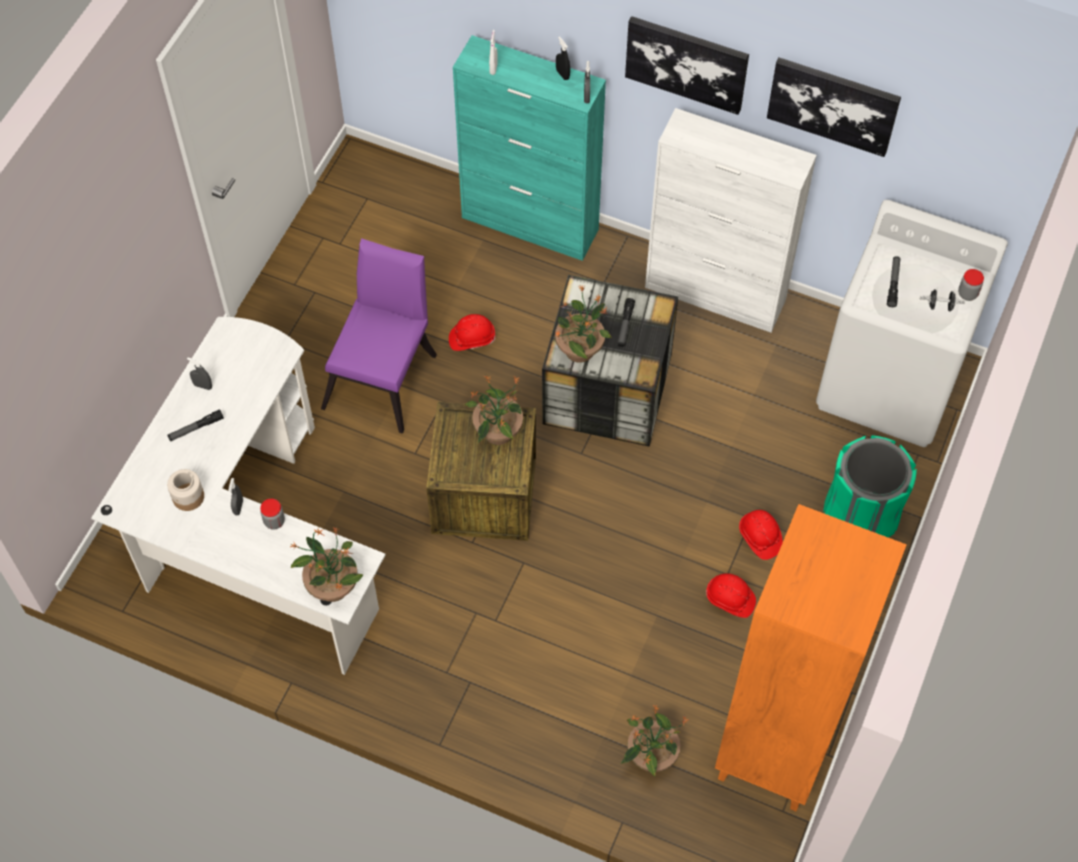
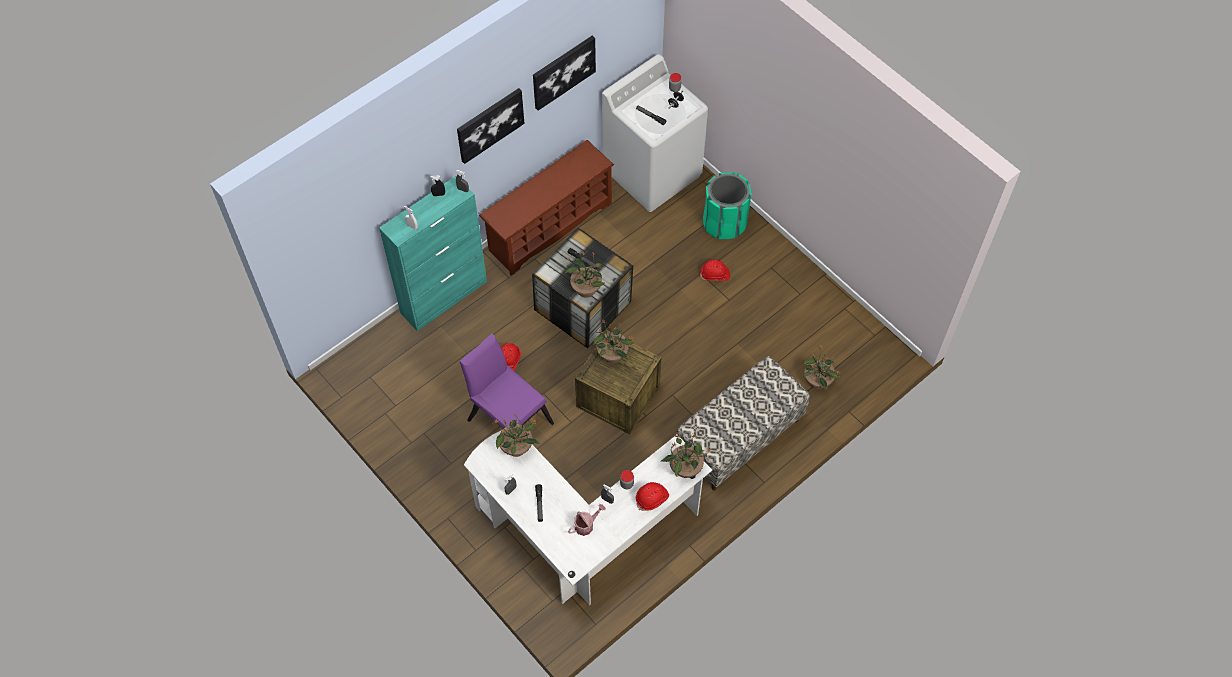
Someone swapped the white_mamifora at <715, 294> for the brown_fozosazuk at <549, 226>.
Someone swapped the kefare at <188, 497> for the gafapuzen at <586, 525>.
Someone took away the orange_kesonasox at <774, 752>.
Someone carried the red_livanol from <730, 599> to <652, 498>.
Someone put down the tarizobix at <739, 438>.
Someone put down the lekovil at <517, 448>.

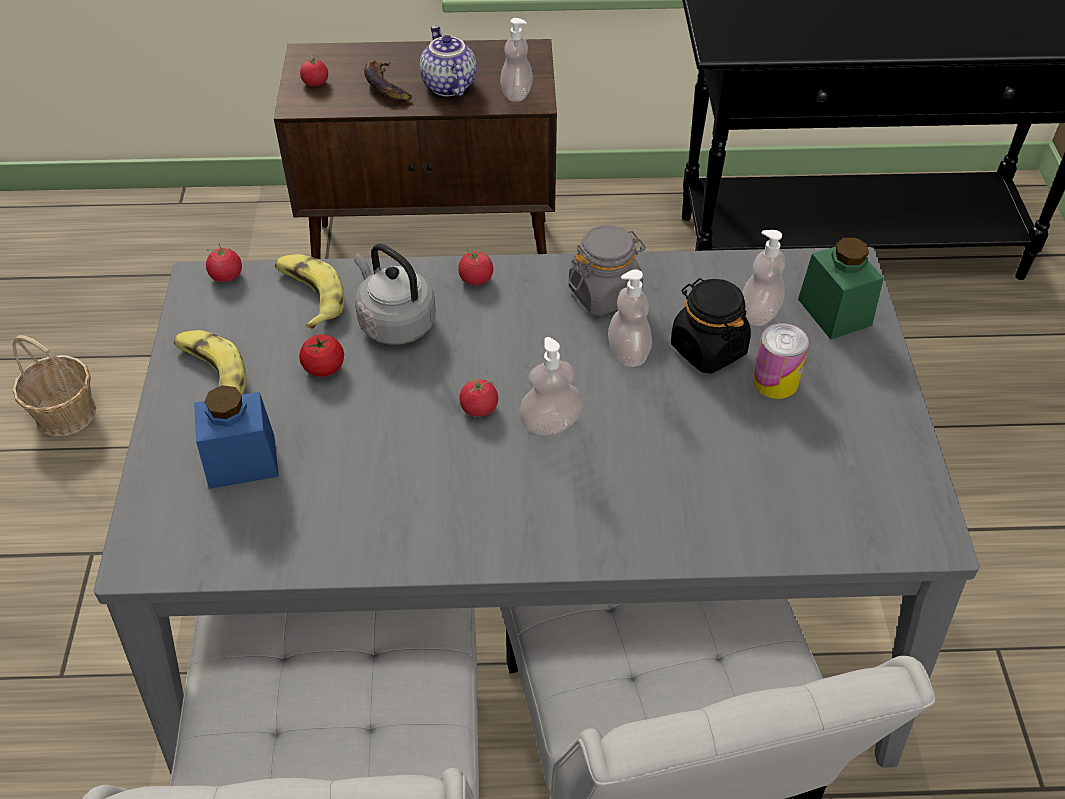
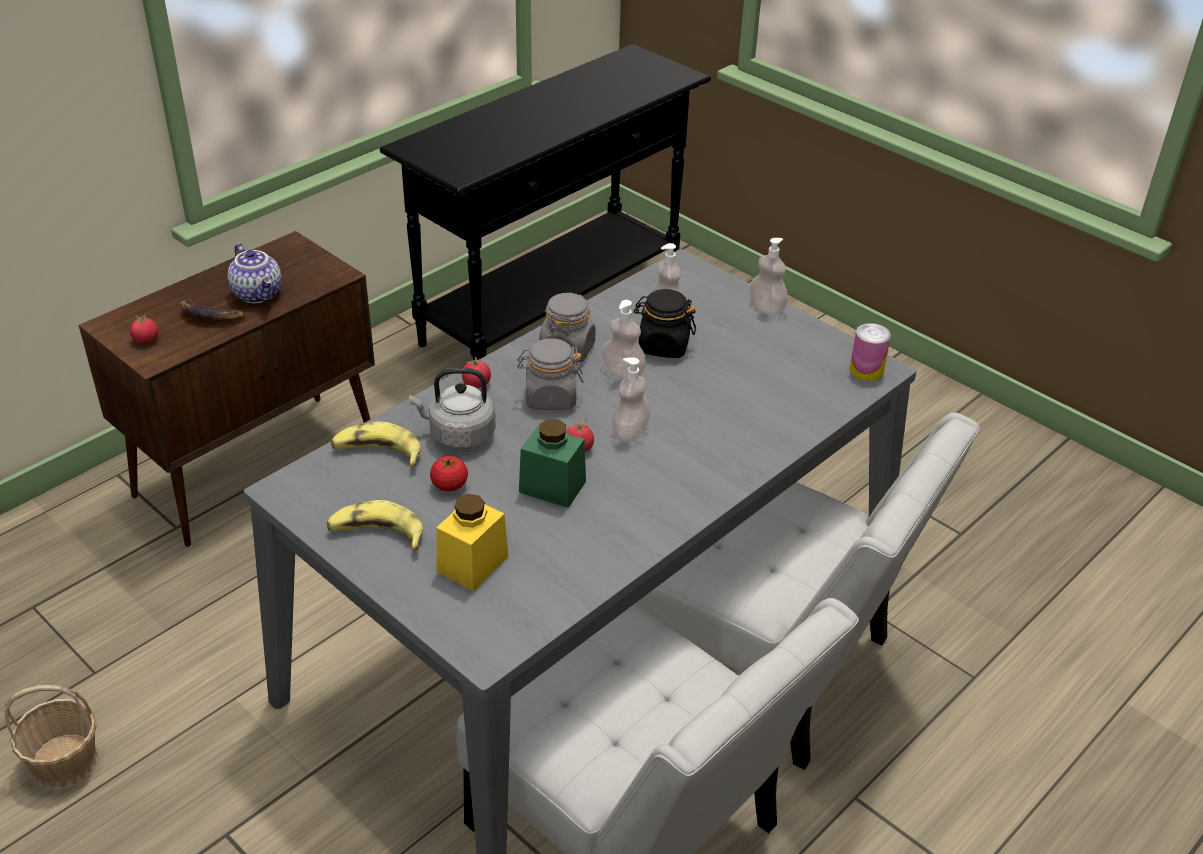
Someone carried the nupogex from <516, 93> to <766, 307>.
Someone rotated the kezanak at <447, 85> by 150 degrees counterclockwise.
Someone carried the green_kefare from <834, 312> to <552, 486>.
Someone took away the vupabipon at <226, 276>.
Someone carried the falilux from <775, 381> to <866, 370>.
Someone repainted the blue_kefare at <242, 461>, which became the yellow_kefare at <472, 564>.
Someone put down the grey_kefare at <550, 397>.

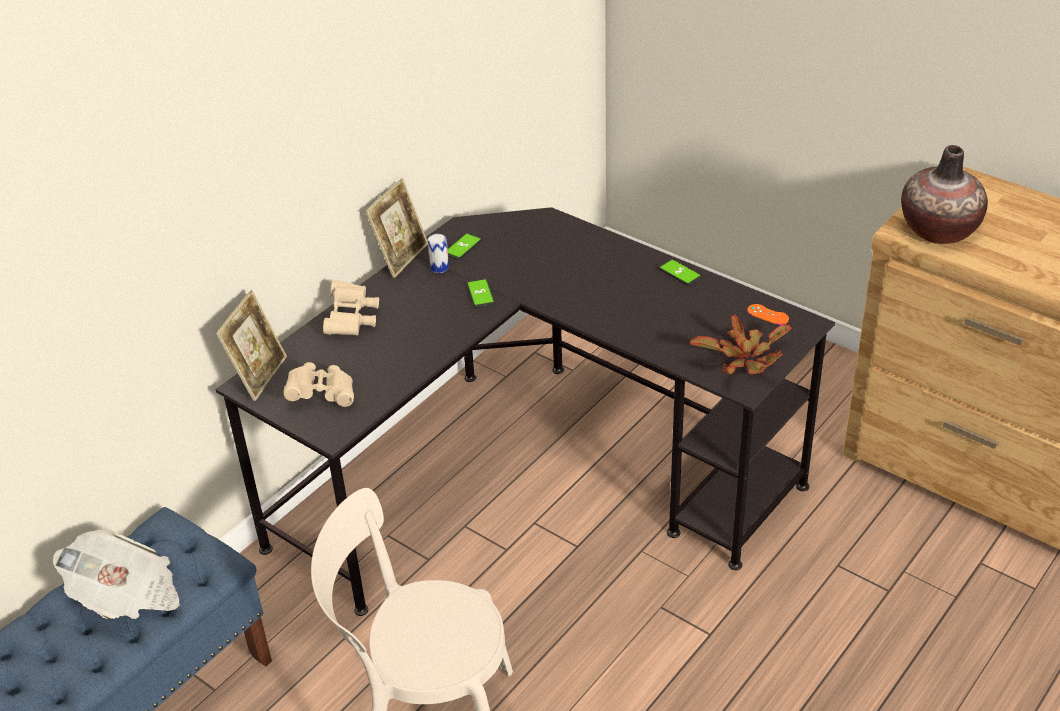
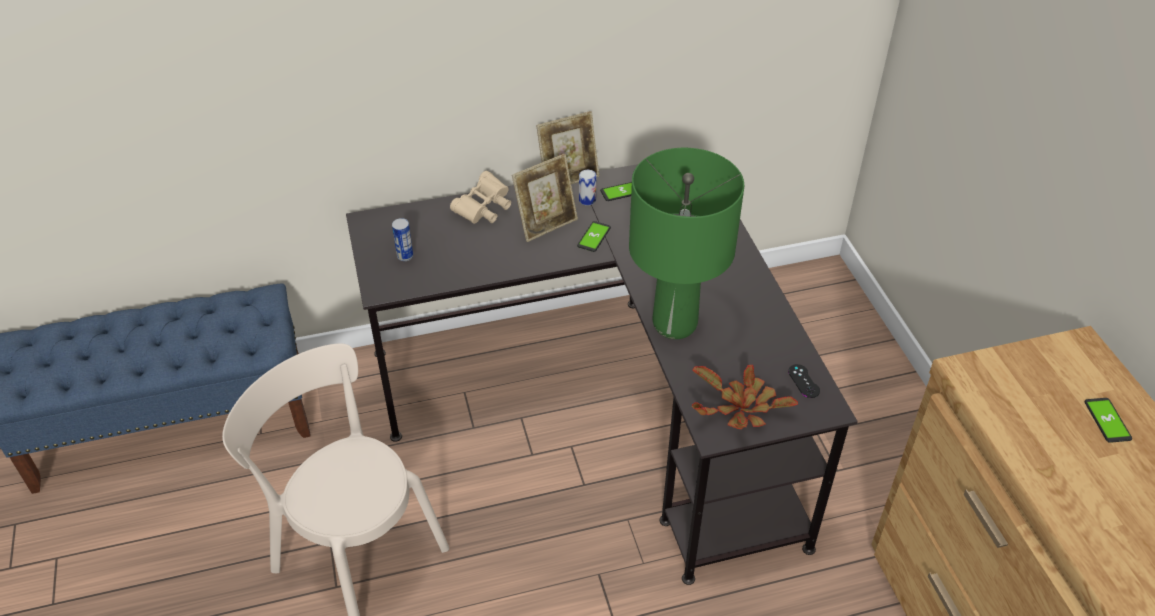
Someone took away the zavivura at <938, 230>.
Someone carried the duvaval from <680, 273> to <1107, 420>.
Someone carried the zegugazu from <259, 376> to <546, 224>.
Someone repainted the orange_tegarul at <768, 315>, which became the black_tegarul at <803, 381>.
Someone swapped the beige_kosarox at <322, 394> for the falilux at <405, 256>.
Someone took away the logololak at <127, 596>.
Someone put down the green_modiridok at <674, 323>.

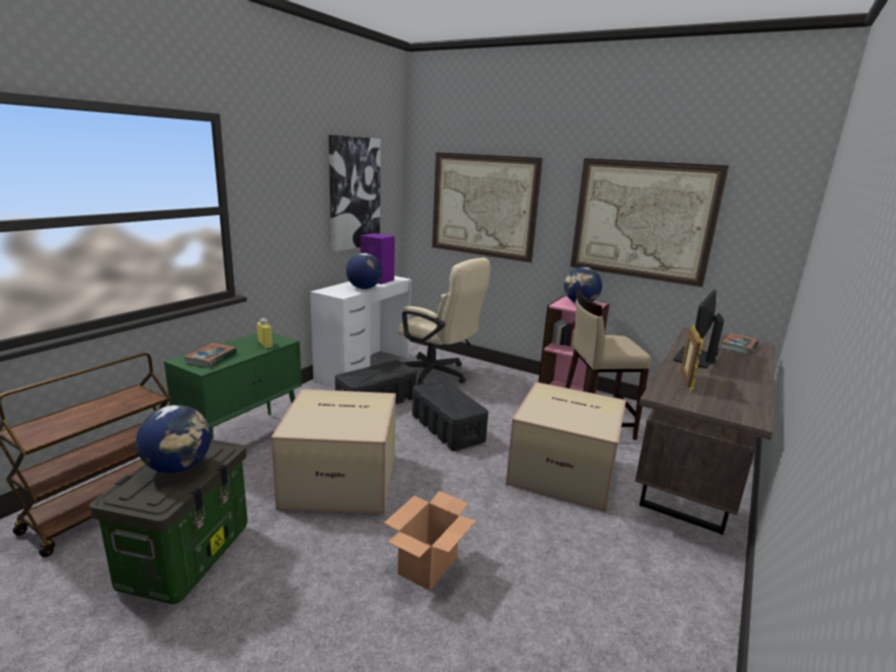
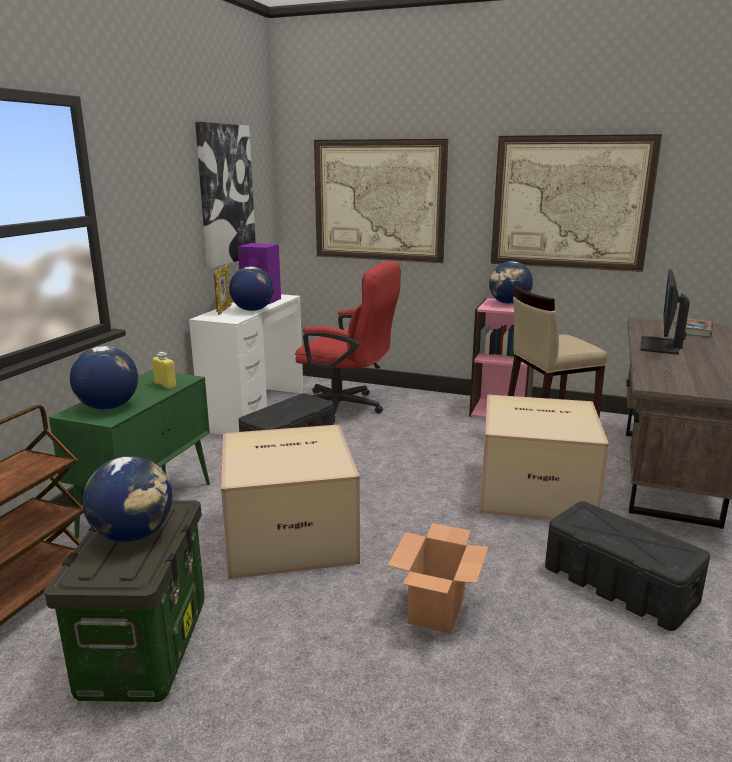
Someone repainted the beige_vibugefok at <437, 375>, which became the red_vibugefok at <346, 407>.
Someone carried the zegugazu from <685, 382> to <224, 310>.
Someone swapped the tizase at <211, 358> for the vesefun at <108, 407>.
Someone carried the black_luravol from <447, 428> to <620, 585>.

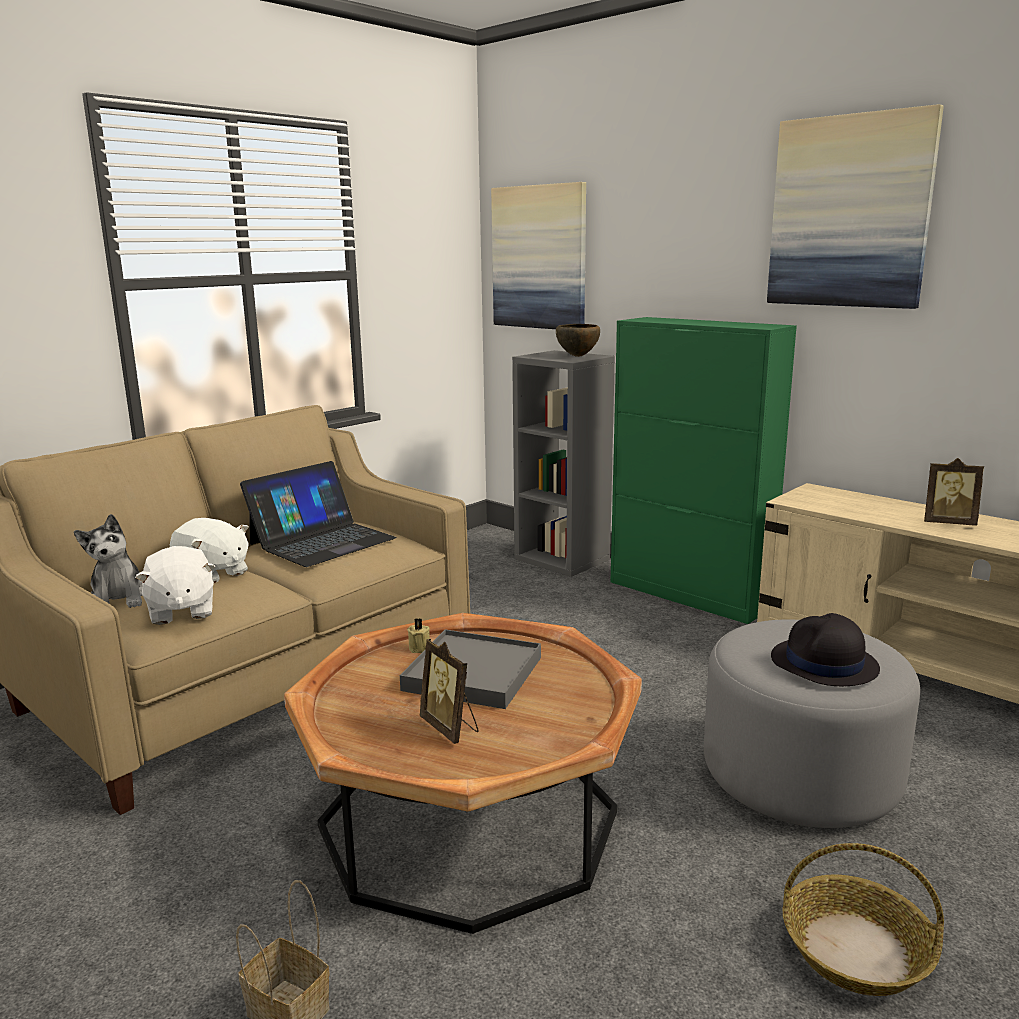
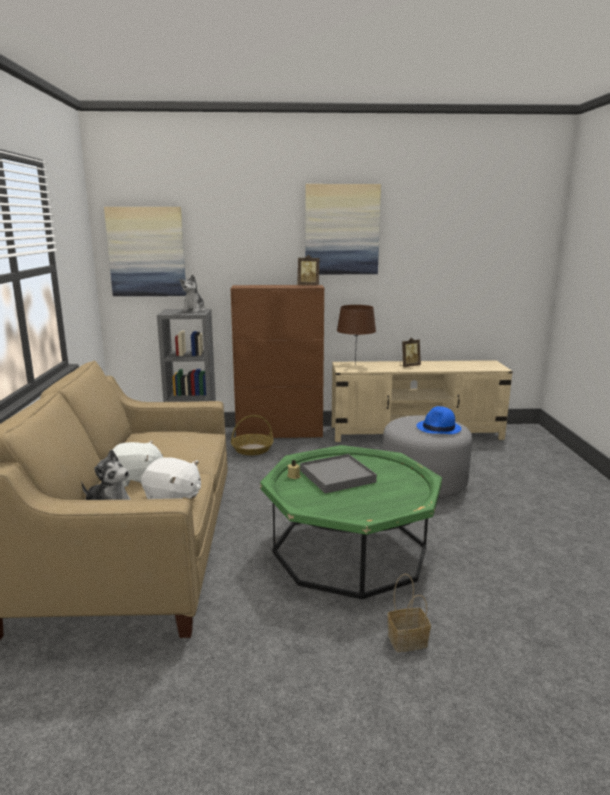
Someone repainted the green_mamifora at <689, 595>, which became the brown_mamifora at <280, 433>.
Someone swapped the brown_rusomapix at <578, 356> for the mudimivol at <194, 311>.
Someone took away the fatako at <322, 541>.
Someone repainted the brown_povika at <469, 819>, which became the green_povika at <350, 550>.
Someone repainted the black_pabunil at <824, 664>, which became the blue_pabunil at <438, 428>.
Someone carried the zegugazu from <450, 728> to <308, 286>.
Someone carried the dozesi from <856, 950> to <252, 449>.
Someone put down the brown_modiridok at <355, 365>.

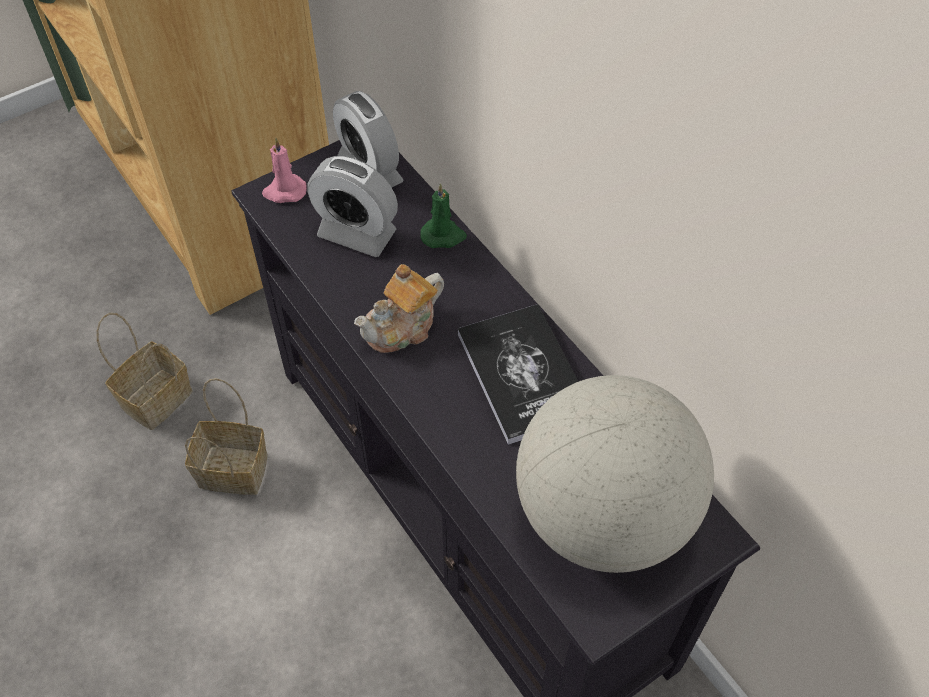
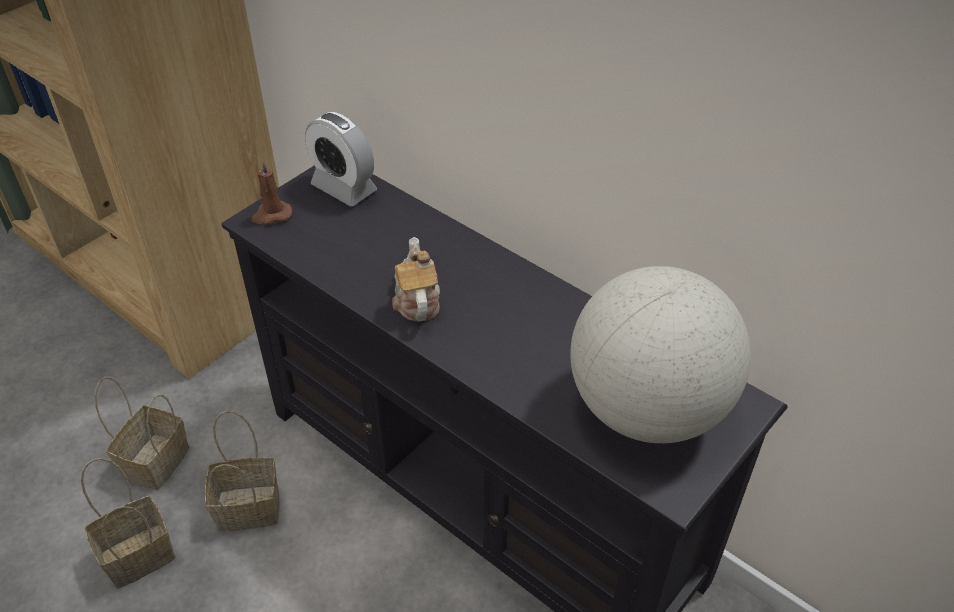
Someone repainted the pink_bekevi at <284, 191>, which became the brown_bekevi at <271, 215>.
Someone took away the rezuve at <357, 234>.
Someone took away the green_bekevi at <443, 235>.
Someone rotated the kezanak at <402, 328> by 135 degrees clockwise.
Someone took away the tizase at <523, 374>.
Someone put down the dozesi at <140, 553>.

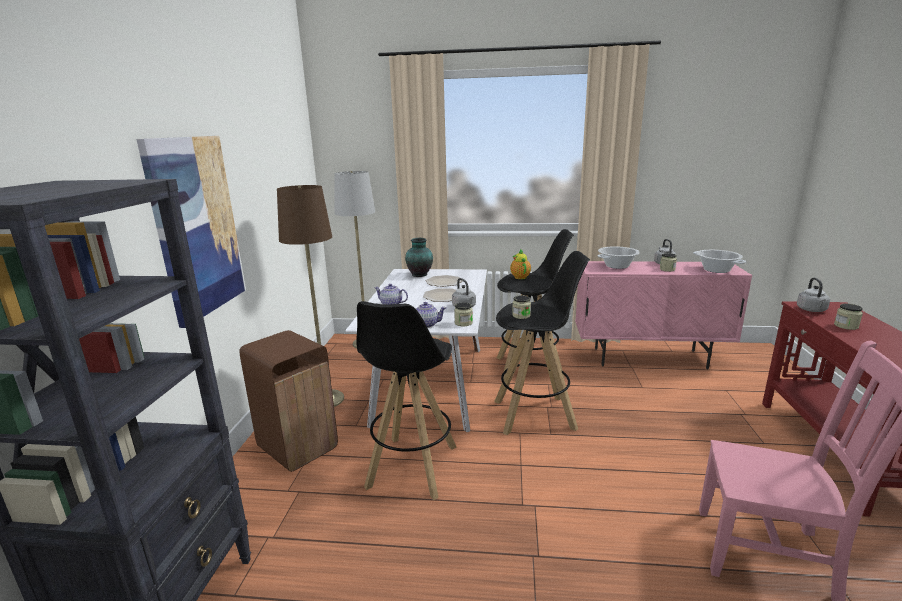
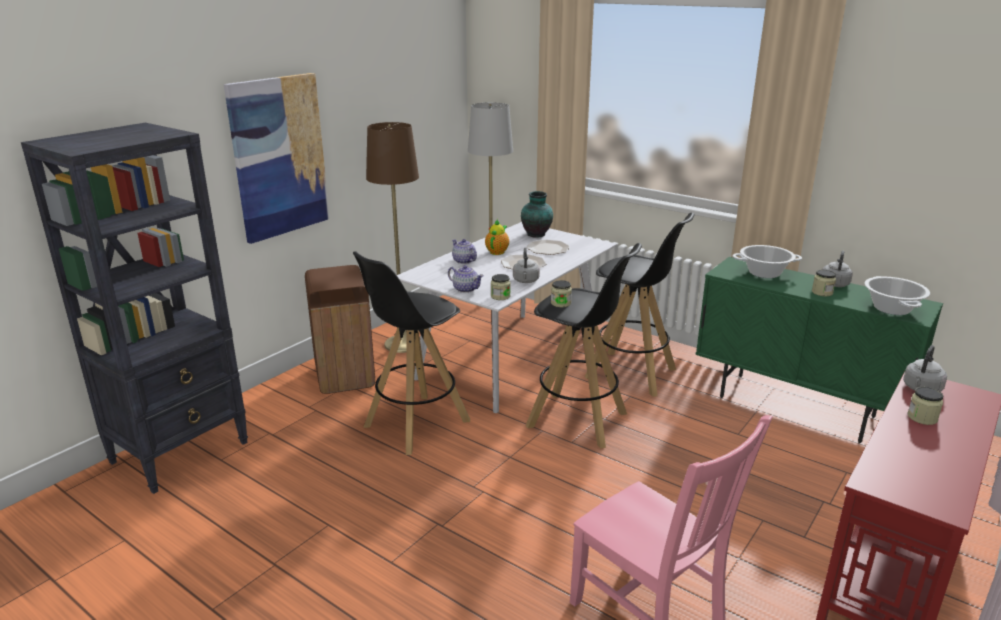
Someone carried the kezanak from <519, 277> to <497, 251>.
Someone repainted the pink_mamifora at <649, 358>, which became the green_mamifora at <796, 407>.

